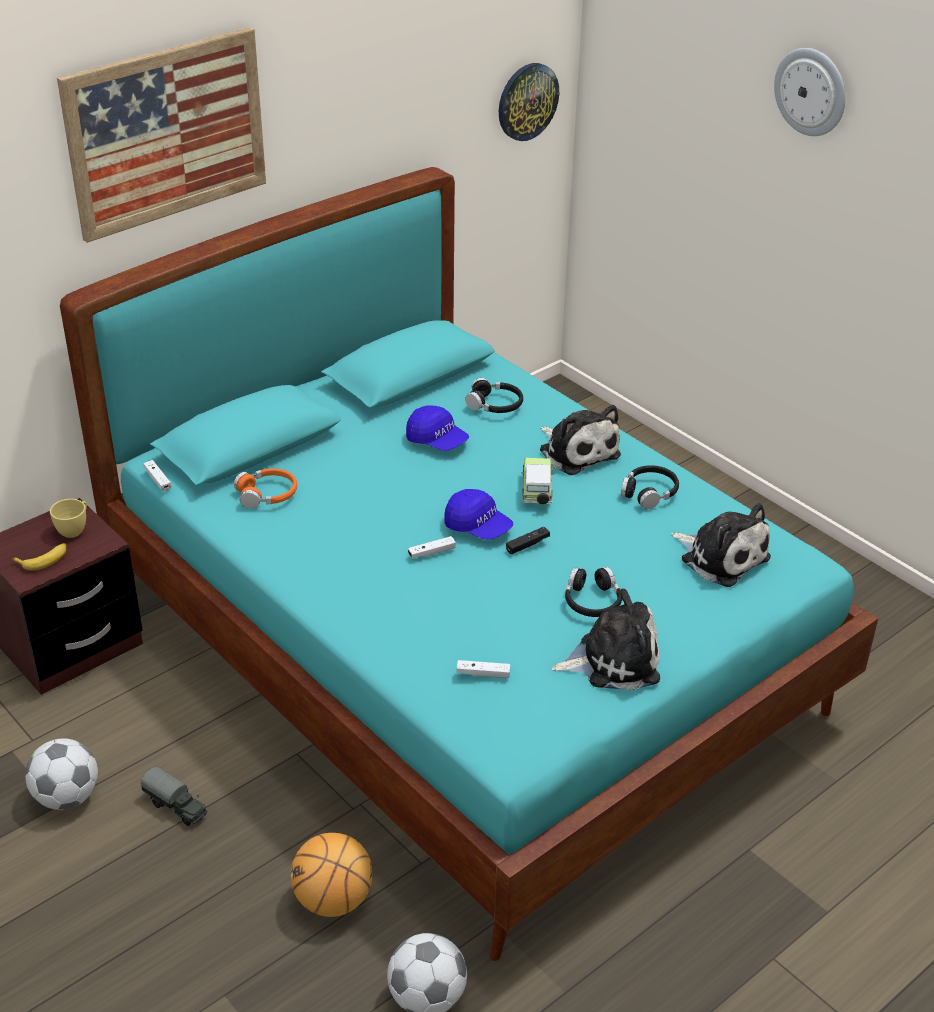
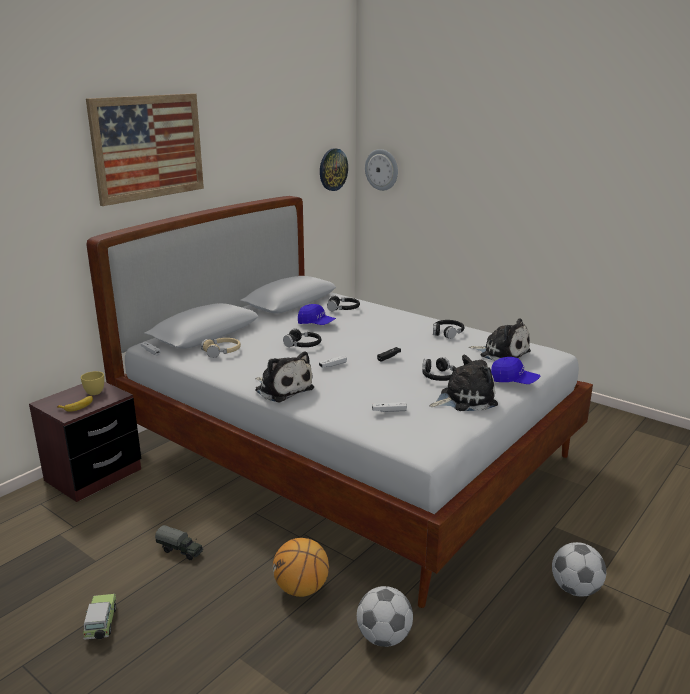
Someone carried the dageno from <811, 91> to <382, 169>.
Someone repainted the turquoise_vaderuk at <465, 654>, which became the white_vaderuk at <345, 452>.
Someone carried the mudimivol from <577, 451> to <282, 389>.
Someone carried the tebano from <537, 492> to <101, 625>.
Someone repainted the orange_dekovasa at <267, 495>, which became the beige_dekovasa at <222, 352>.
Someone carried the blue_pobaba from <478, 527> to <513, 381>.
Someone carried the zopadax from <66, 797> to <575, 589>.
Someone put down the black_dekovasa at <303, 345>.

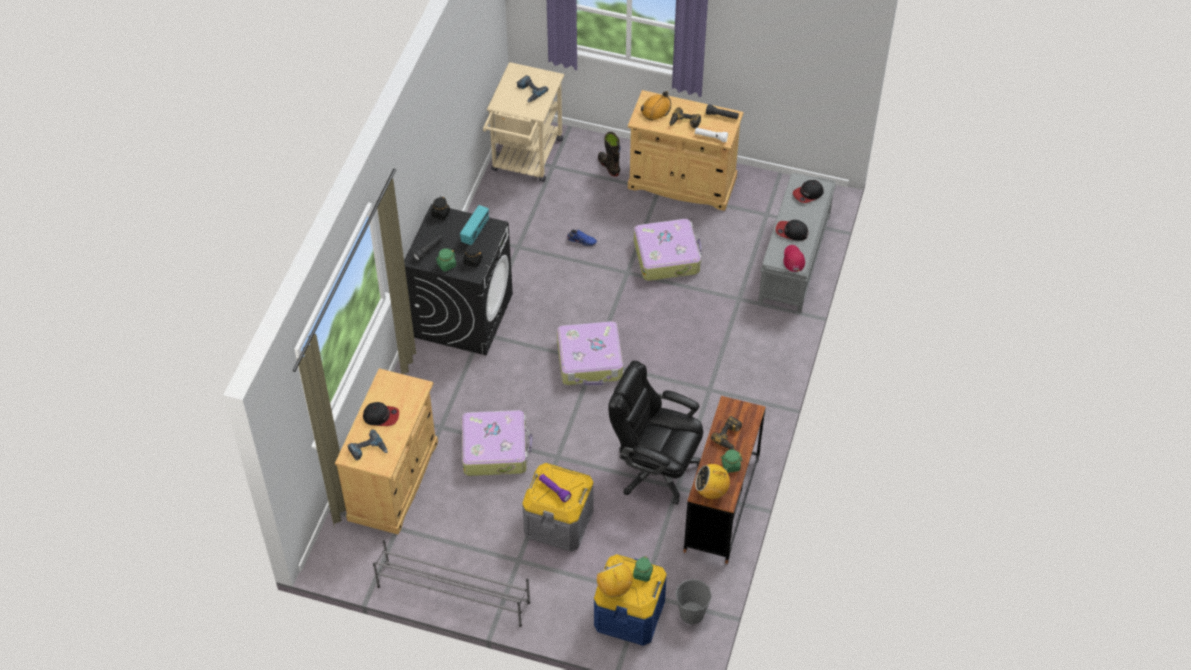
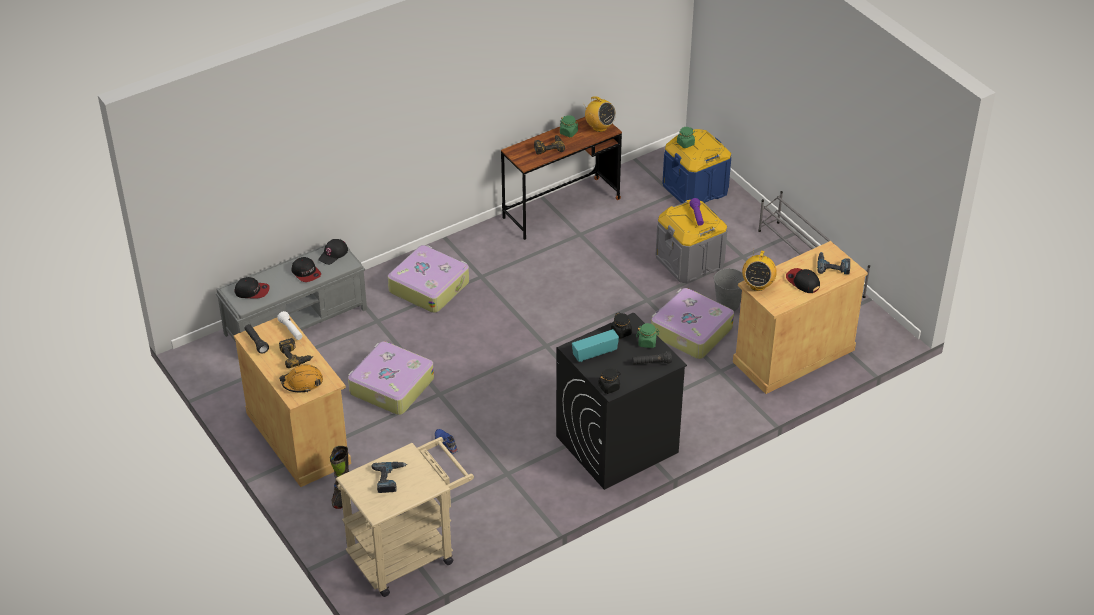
Someone repainted the red_pobaba at <793, 259>, which became the black_pobaba at <333, 254>.
Someone carried the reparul from <590, 360> to <429, 286>.
Someone took away the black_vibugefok at <655, 468>.
Someone carried the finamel from <614, 588> to <757, 285>.
Someone carried the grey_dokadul from <692, 613> to <727, 304>.

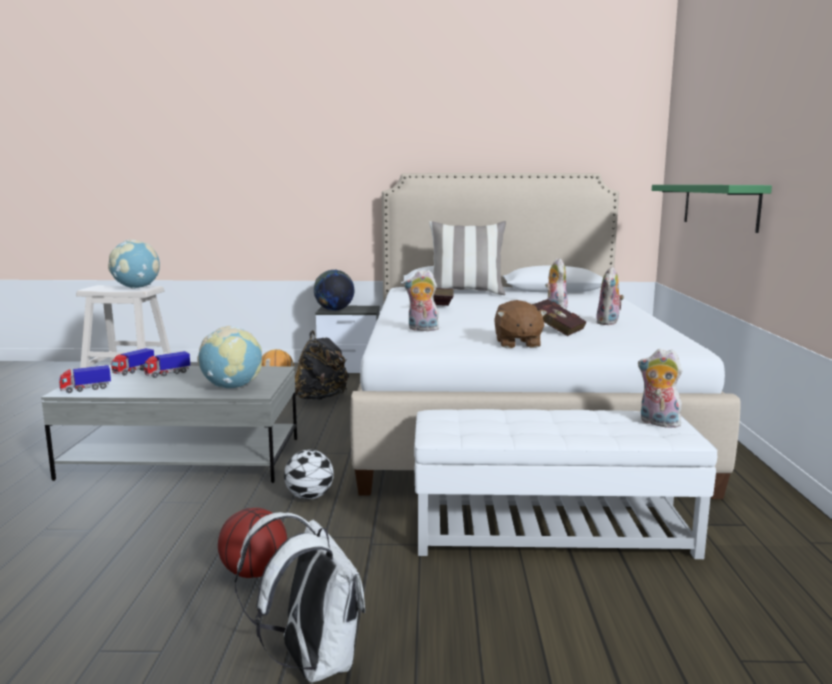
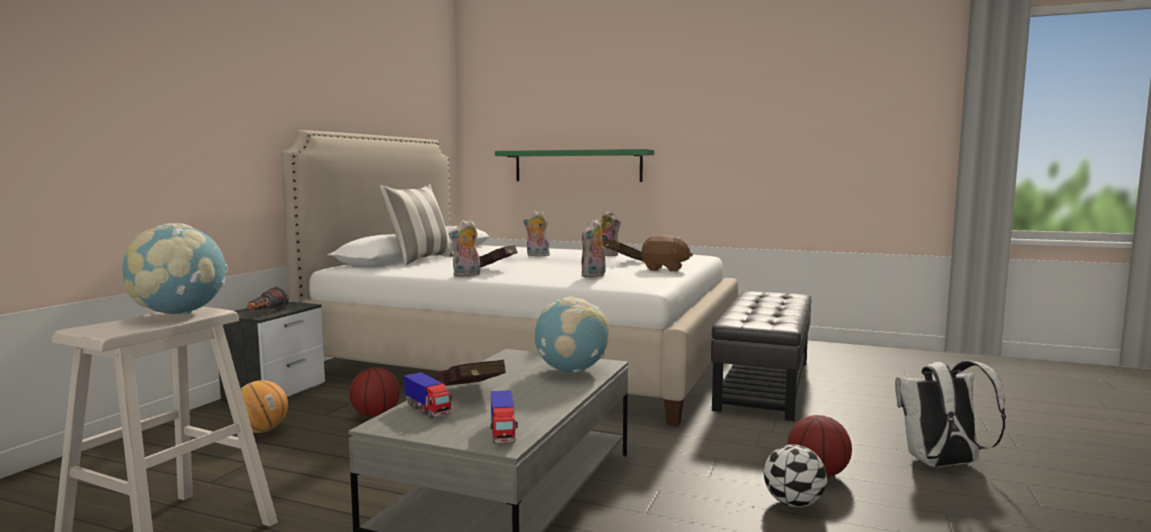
Someone swapped the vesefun at <334, 310> for the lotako at <266, 313>.
Someone swapped the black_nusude at <321, 398> for the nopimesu at <375, 415>.
Someone carried the mudimivol from <657, 423> to <466, 275>.
Someone swapped the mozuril at <167, 374> for the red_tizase at <470, 394>.
Someone repainted the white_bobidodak at <551, 531>, which became the black_bobidodak at <763, 384>.
Someone carried the zopadax from <310, 497> to <793, 503>.

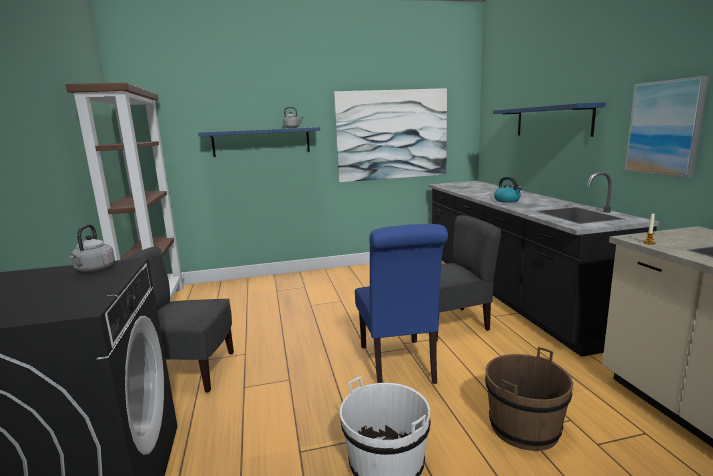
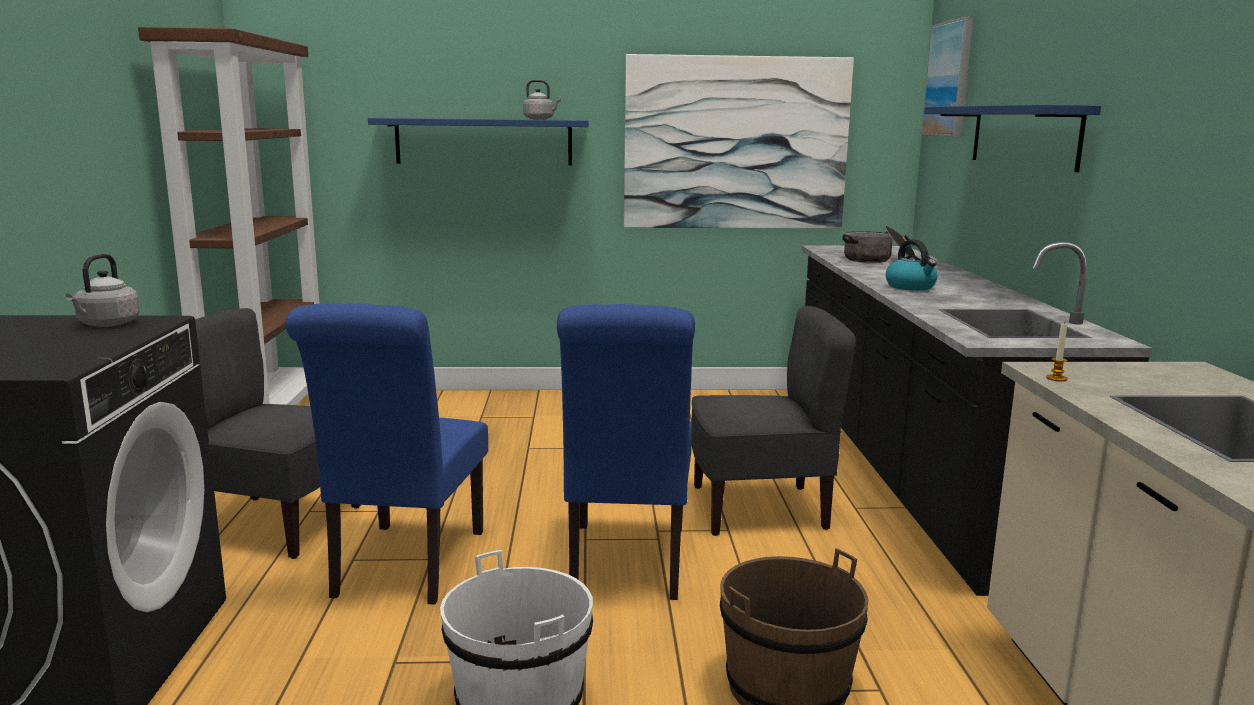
Someone carried the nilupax from <665, 128> to <949, 79>.
Someone put down the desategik at <878, 260>.
Someone put down the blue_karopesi at <404, 568>.

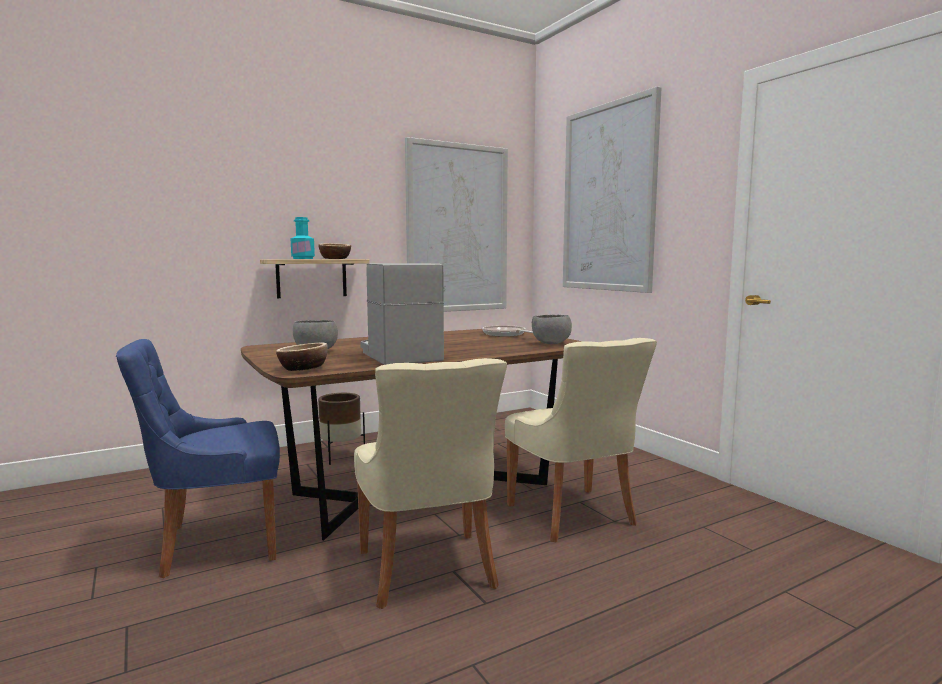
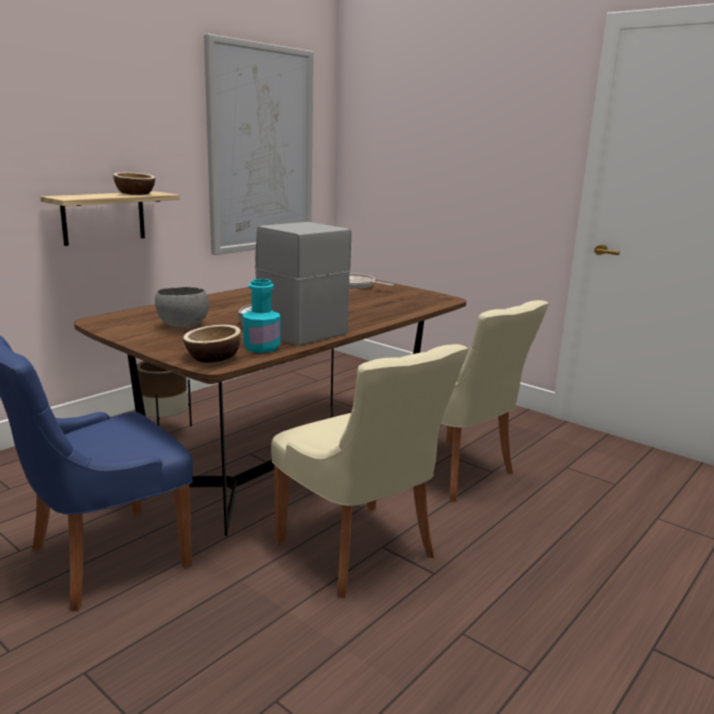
Someone took away the nilupax at <608, 198>.
Someone carried the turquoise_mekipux from <303, 259> to <261, 347>.
Someone took away the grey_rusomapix at <550, 343>.

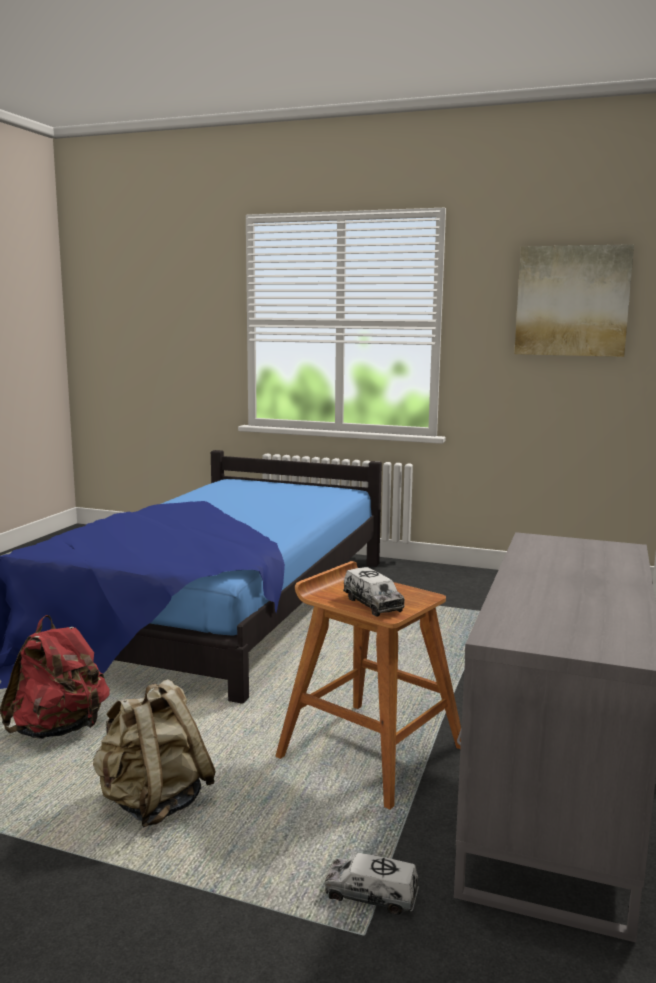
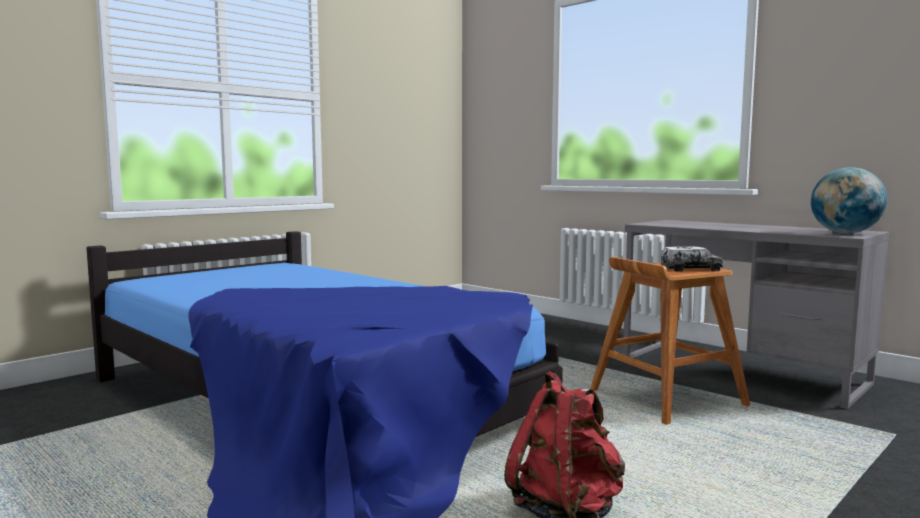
Someone took away the nilupax at <572, 301>.
Someone took away the beige_nusude at <153, 803>.
Someone took away the mozuril at <371, 895>.
Someone put down the vesefun at <845, 233>.

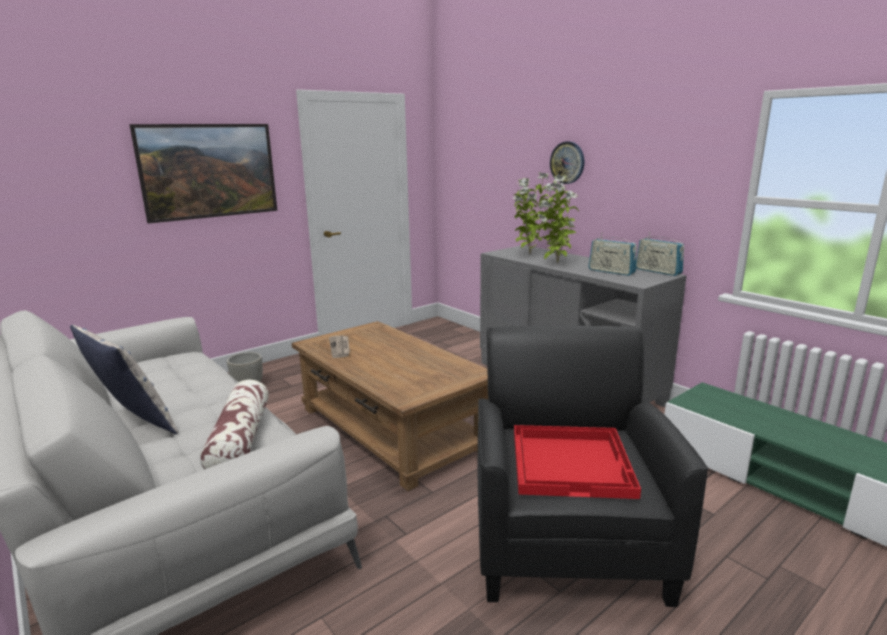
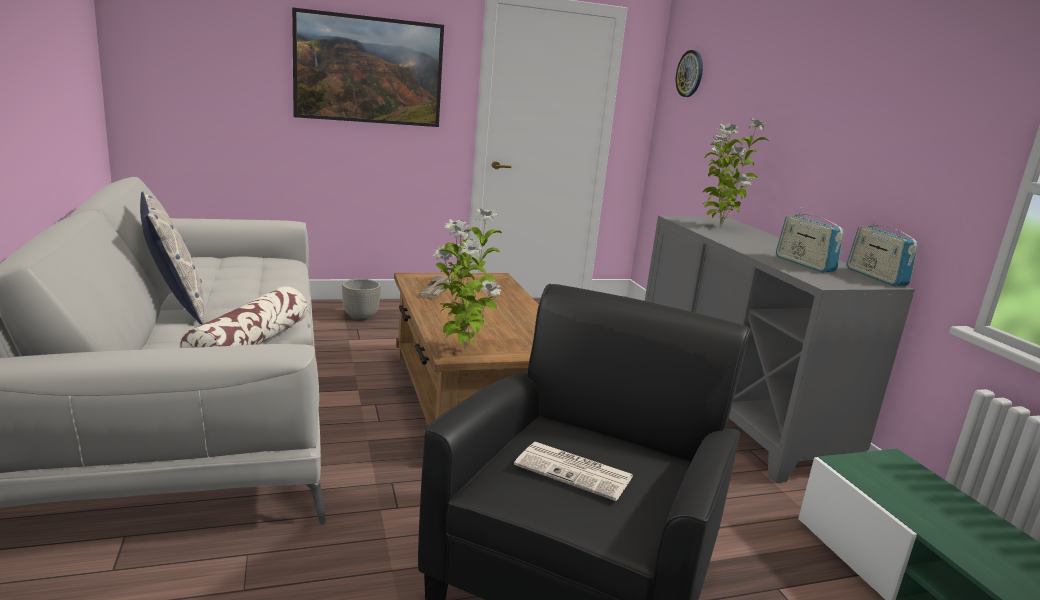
Someone carried the dageno from <567, 162> to <690, 73>.
Someone carried the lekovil from <556, 263> to <462, 350>.
Someone swapped the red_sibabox at <571, 462> for the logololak at <575, 471>.

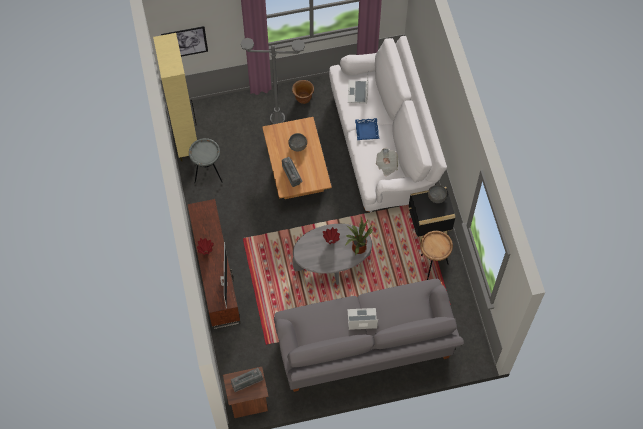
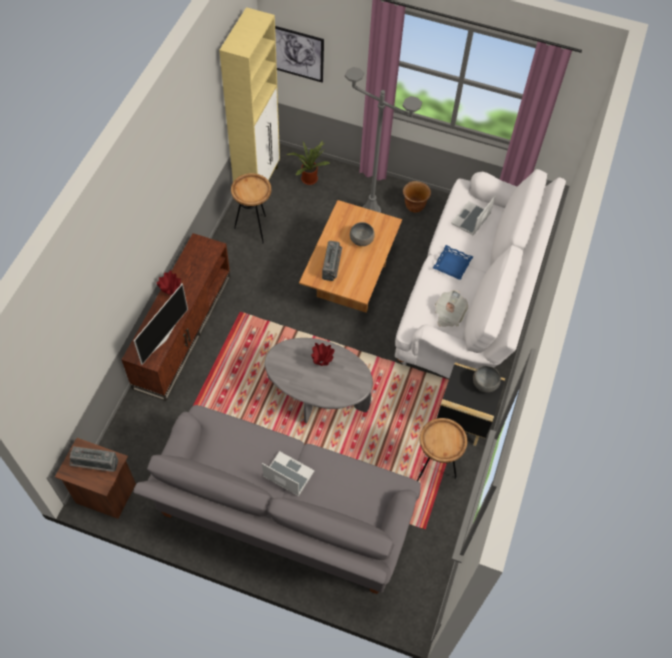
Someone repainted the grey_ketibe at <208, 175>, which became the brown_ketibe at <254, 228>.
Someone carried the lekovil from <358, 246> to <309, 178>.

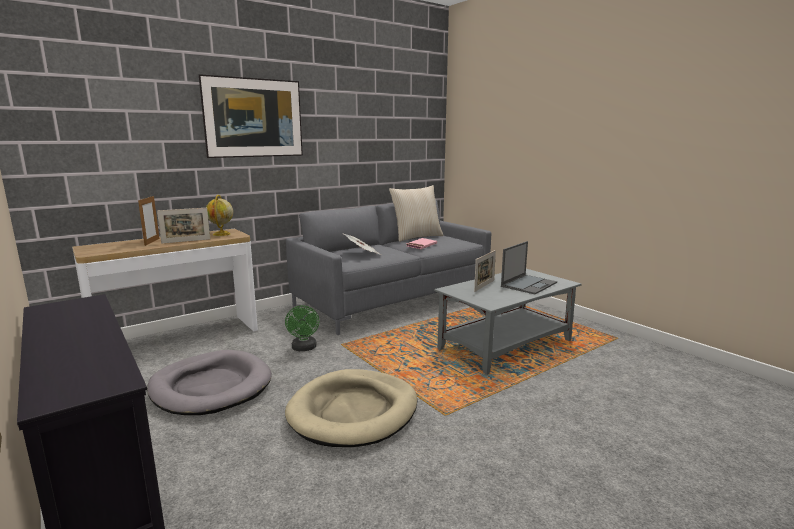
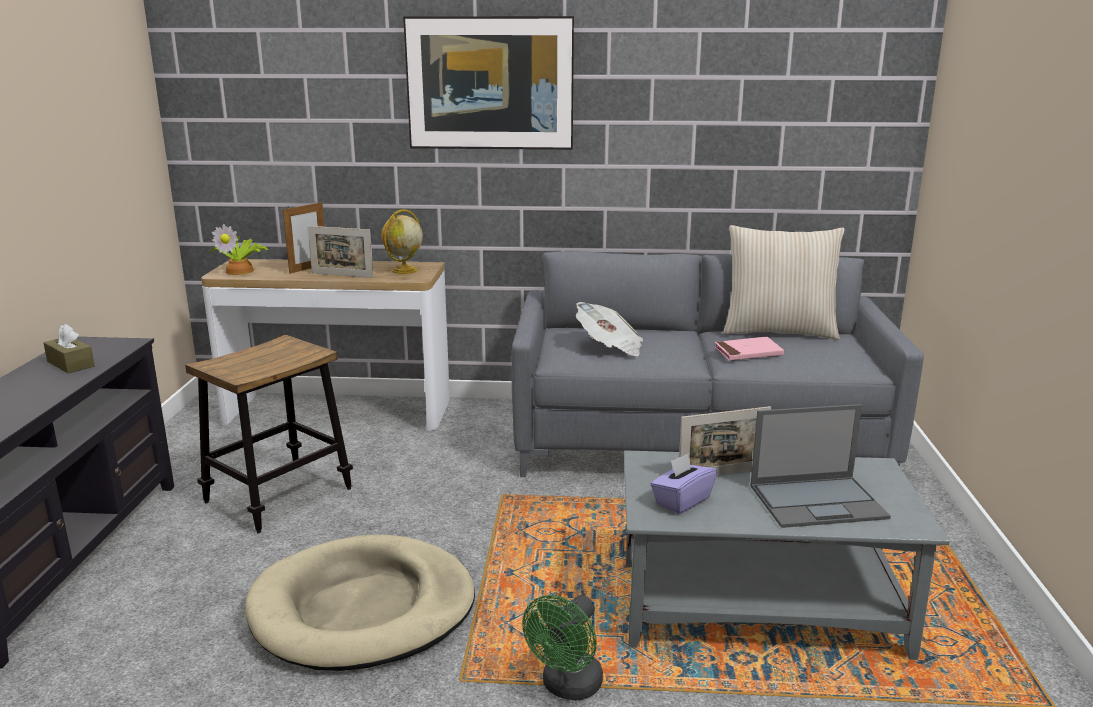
Someone carried the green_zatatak from <304, 348> to <567, 687>.
Someone swapped the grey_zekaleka at <211, 387> for the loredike at <279, 495>.
Someone put down the lekovil at <241, 271>.
Someone put down the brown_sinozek at <70, 364>.
Someone put down the purple_sinozek at <682, 501>.

